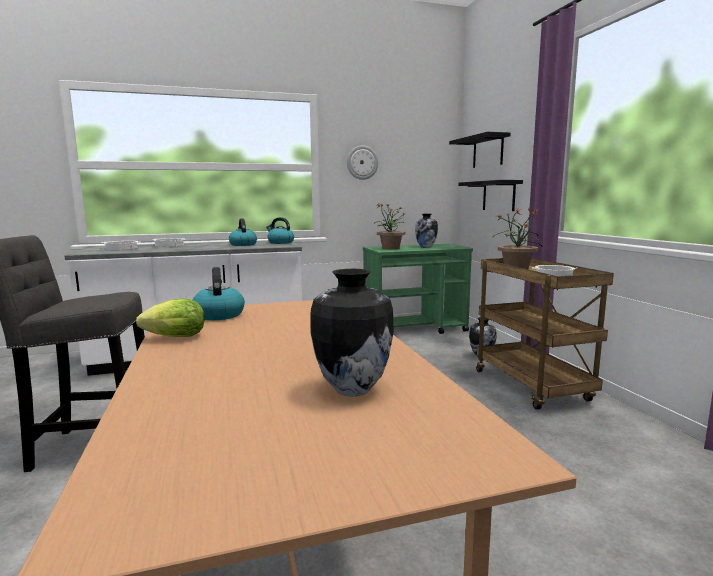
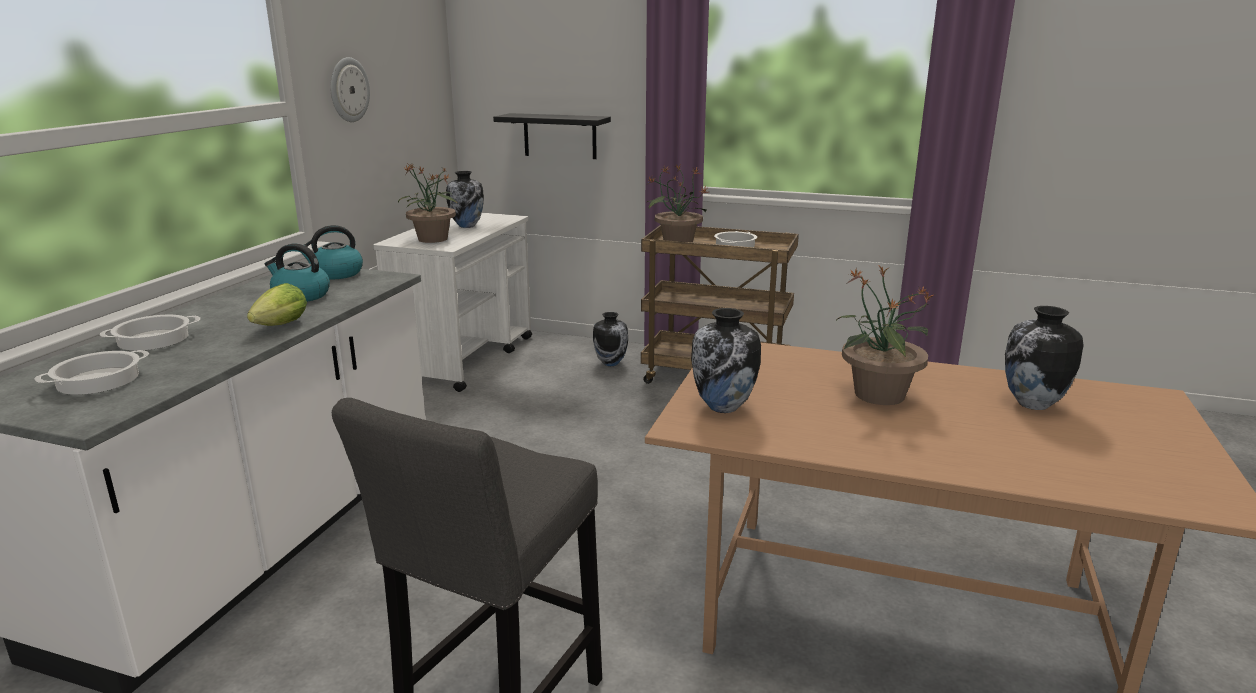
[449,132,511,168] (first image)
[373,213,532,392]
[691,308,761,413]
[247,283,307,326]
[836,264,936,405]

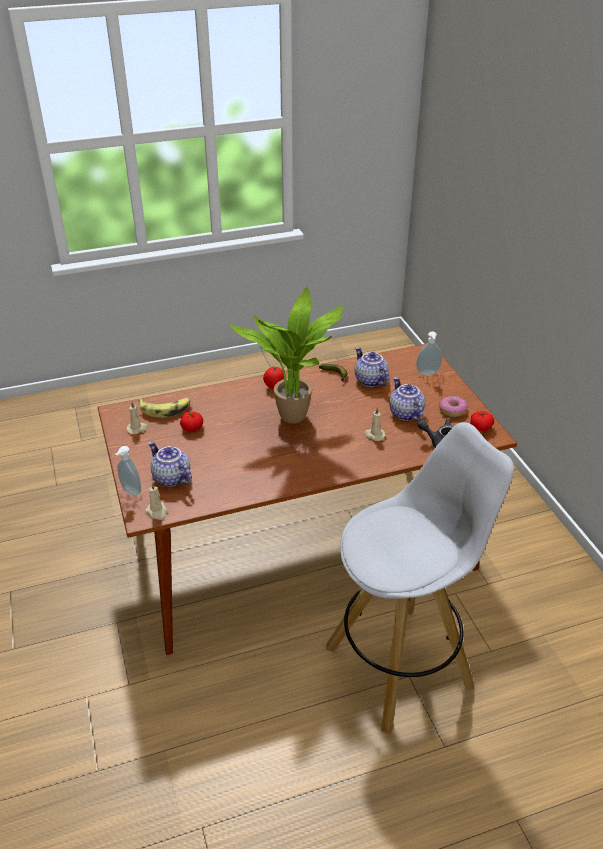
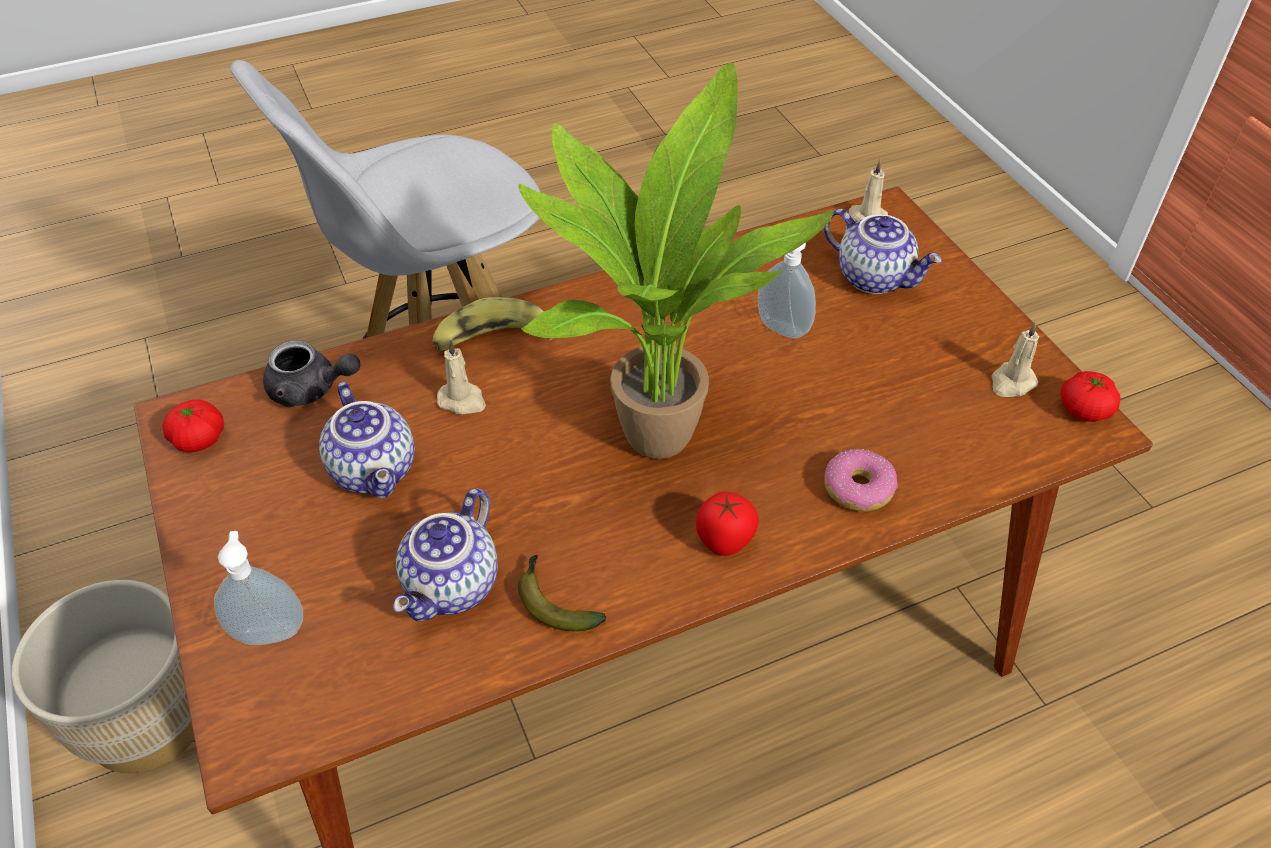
[393,488,498,621]
[824,449,897,511]
[432,297,554,351]
[1061,371,1120,422]
[758,243,816,339]
[12,580,195,773]

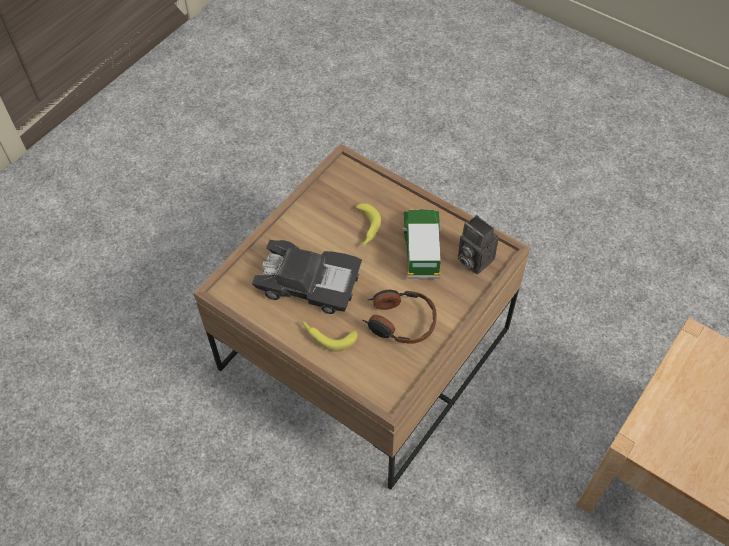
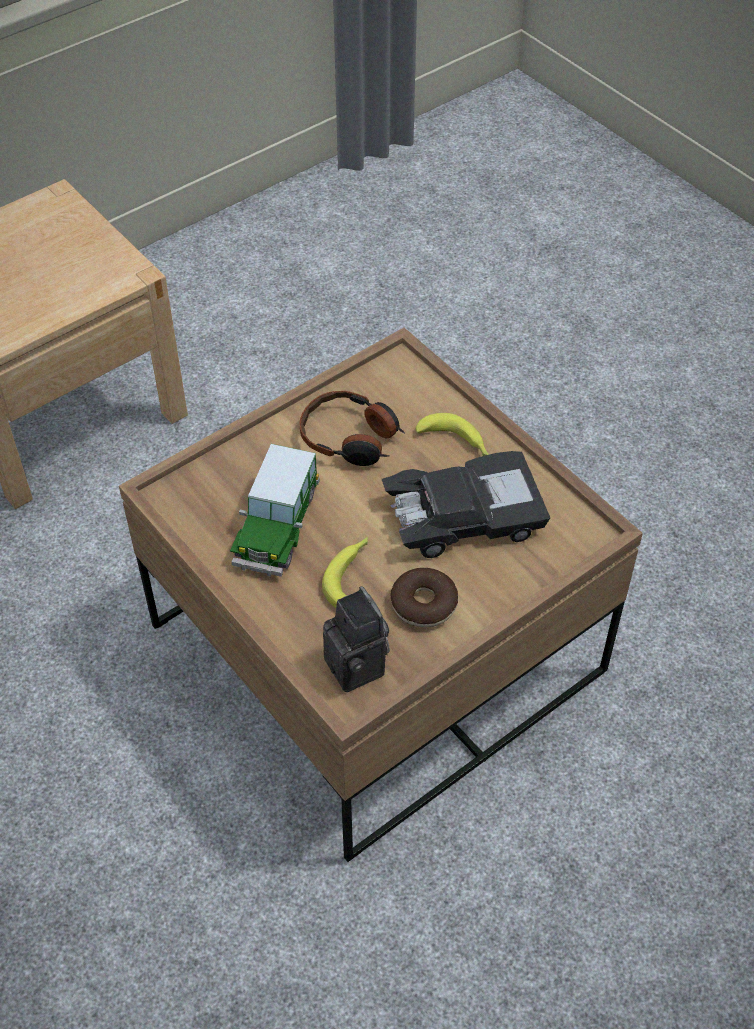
[323,586,390,692]
[382,451,550,558]
[390,568,458,627]

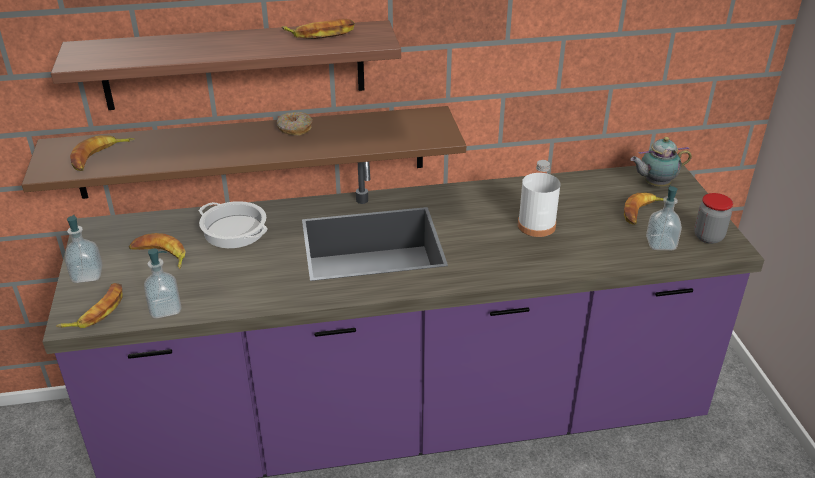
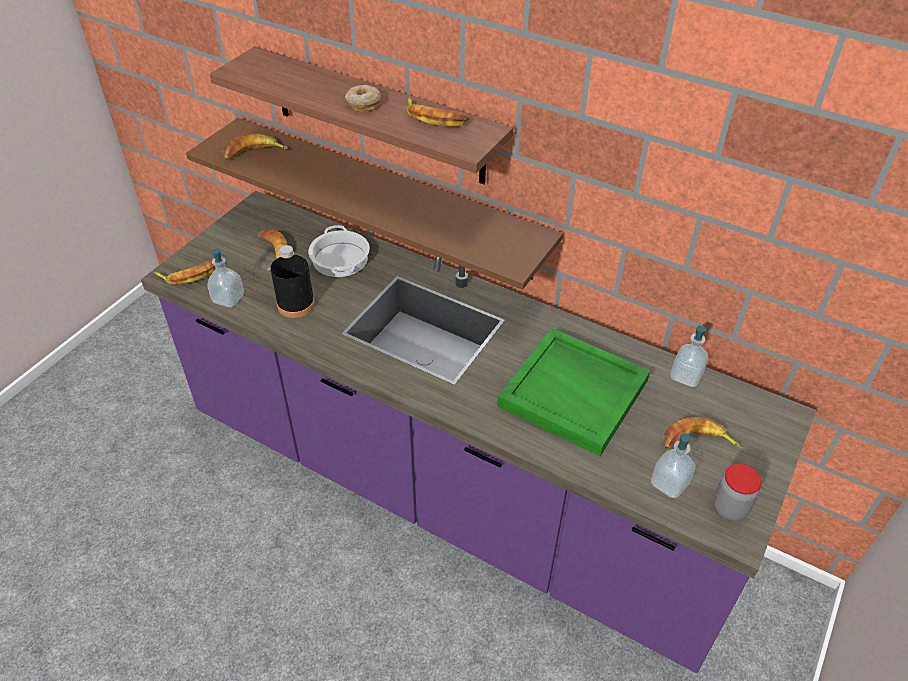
[345,85,381,112]
[630,137,692,187] (first image)
[497,328,650,456]
[670,324,709,387]
[270,245,315,318]

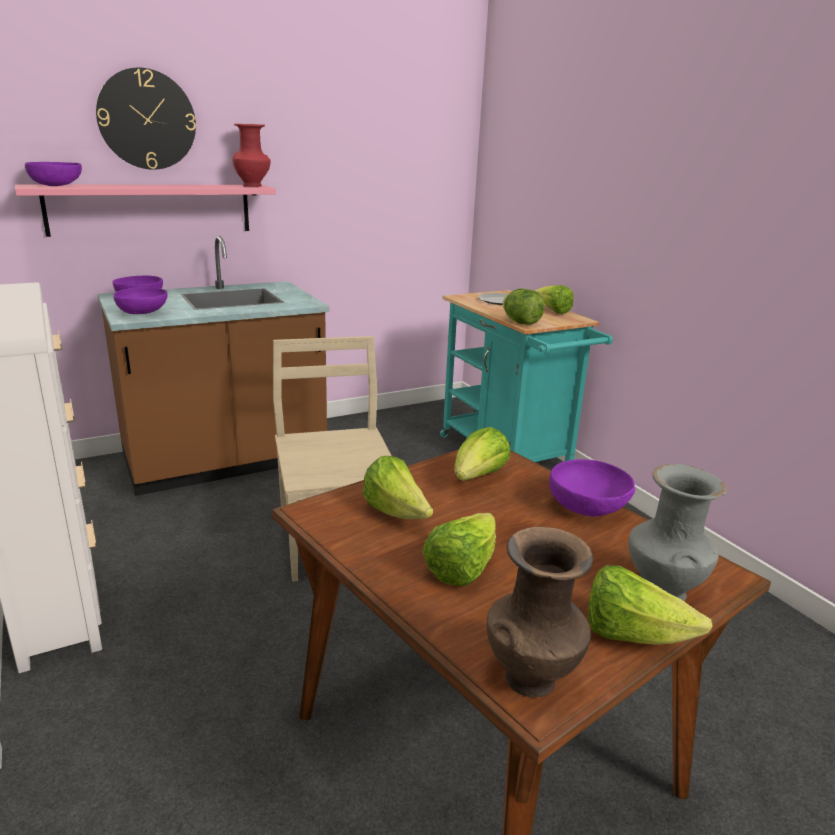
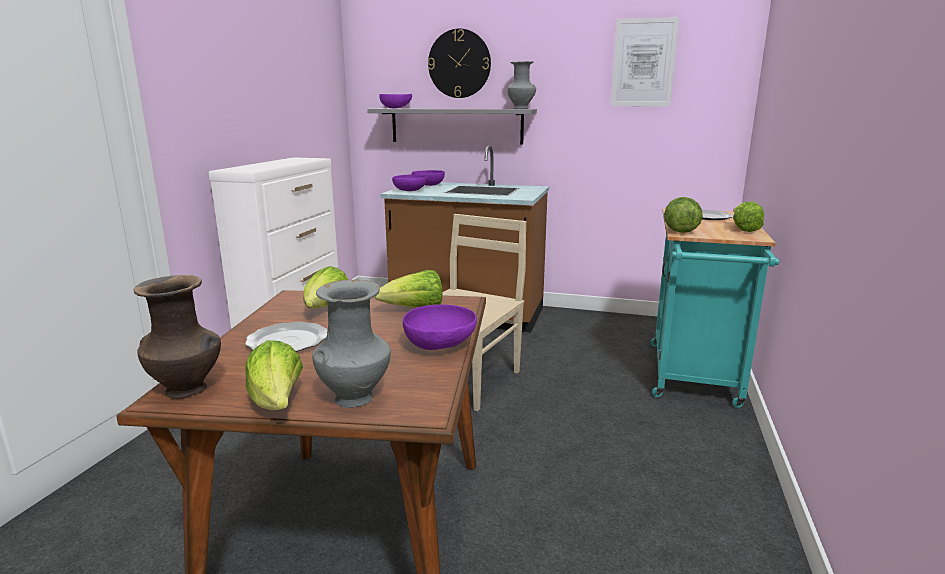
[507,61,536,109]
[367,108,537,144]
[245,322,328,352]
[610,17,679,106]

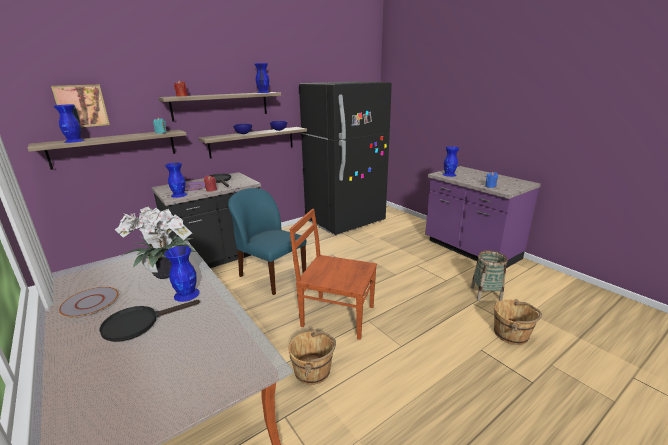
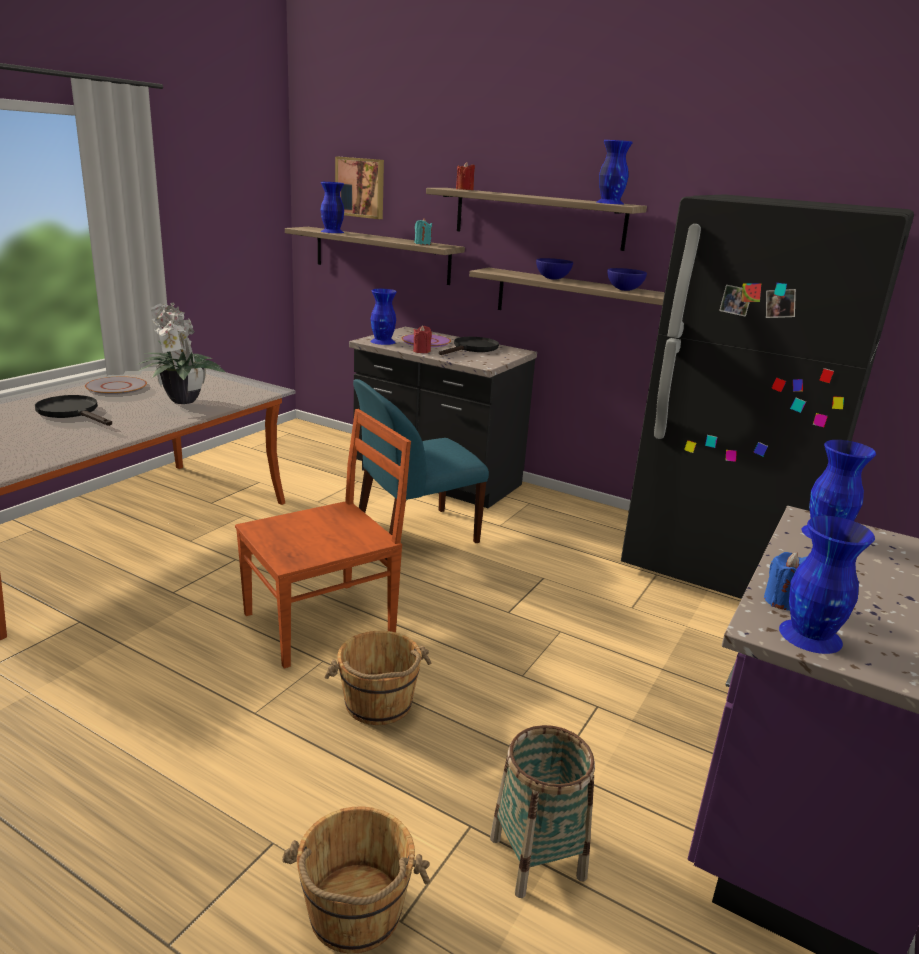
[353,379,489,560]
[235,409,411,669]
[779,516,875,654]
[324,631,431,725]

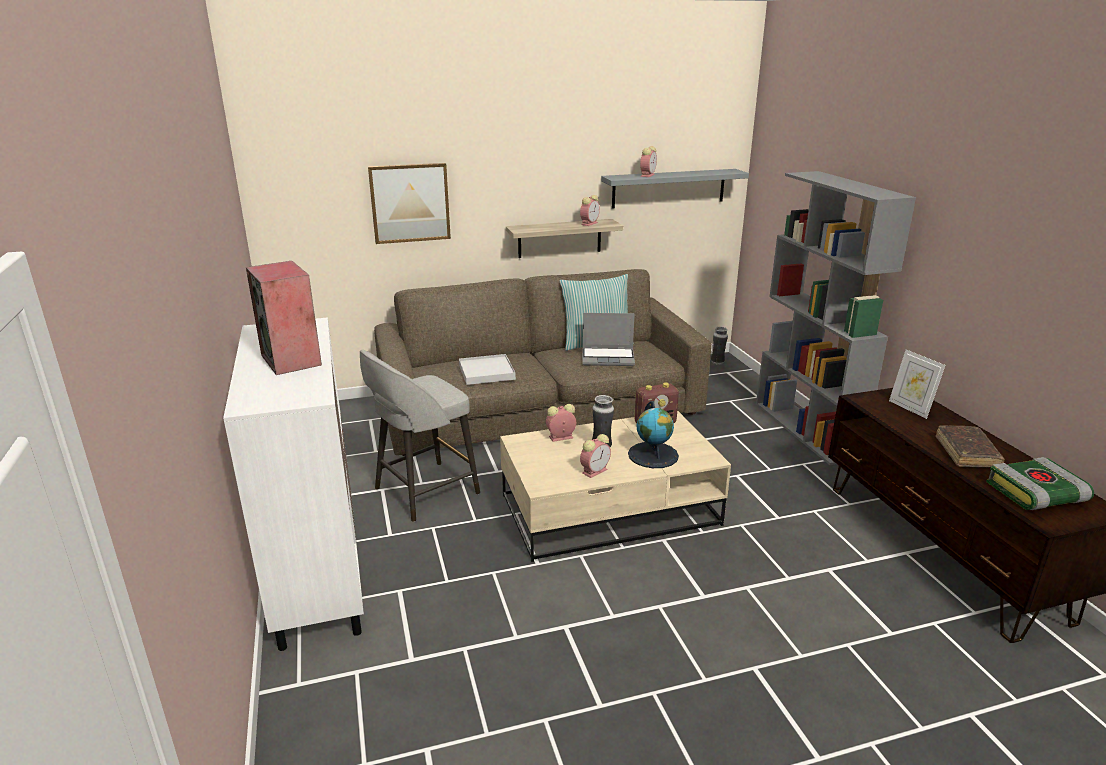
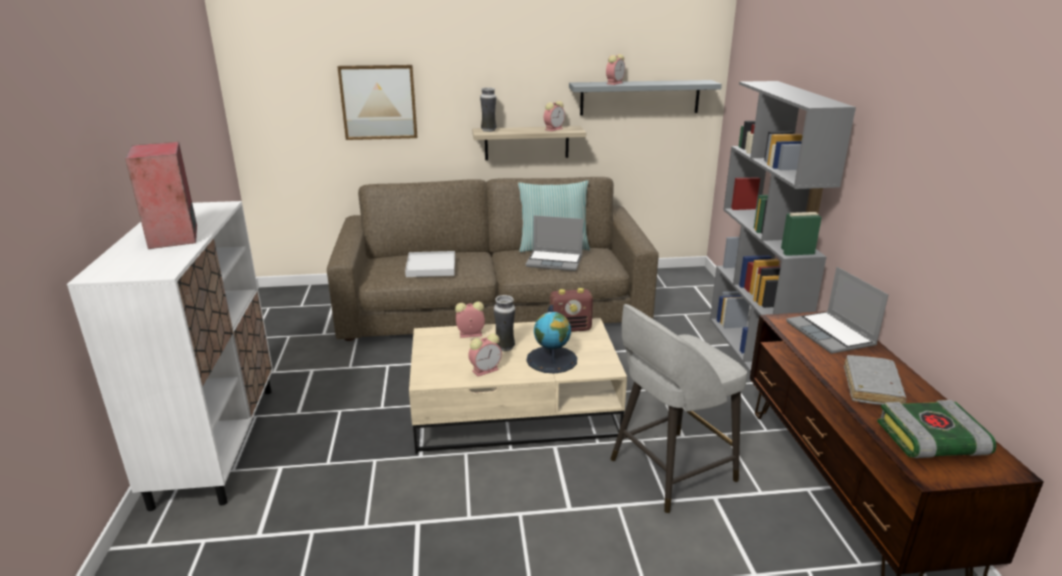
[480,87,497,132]
[786,267,889,354]
[610,304,747,513]
[844,355,907,405]

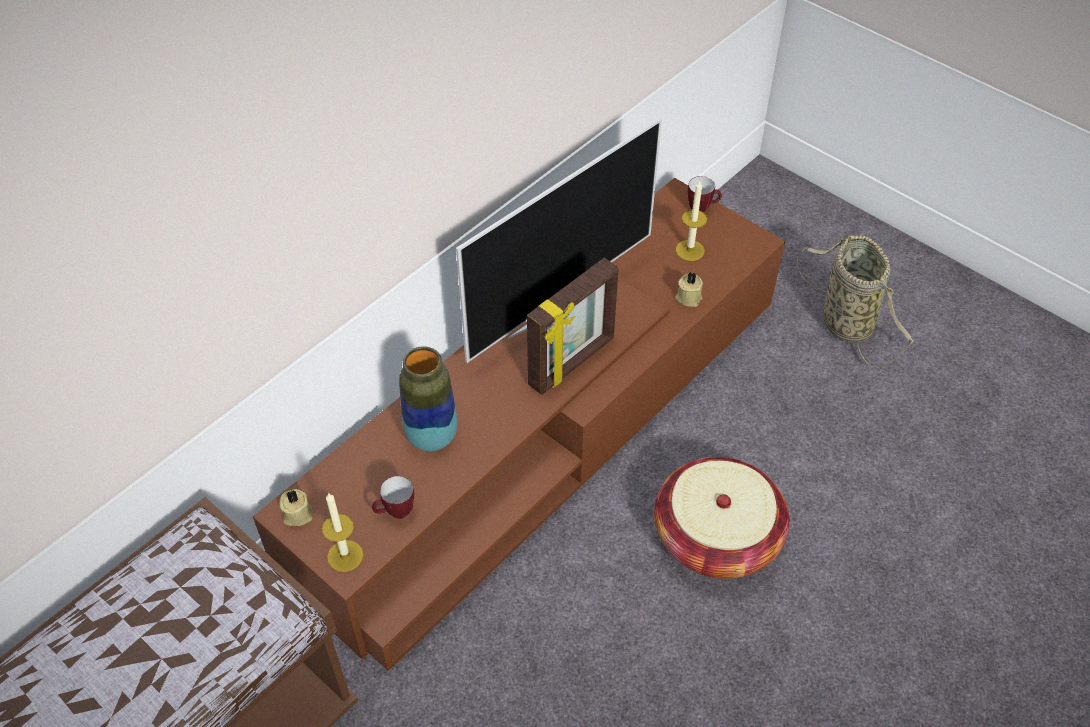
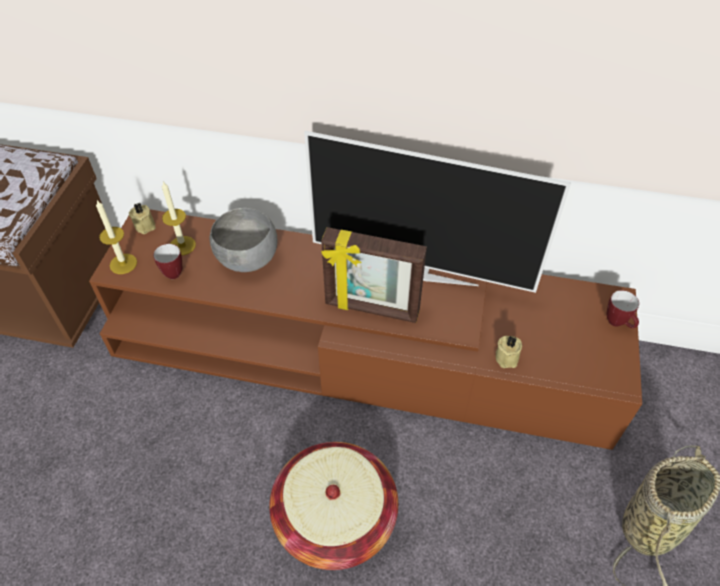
[162,181,196,255]
[210,208,277,272]

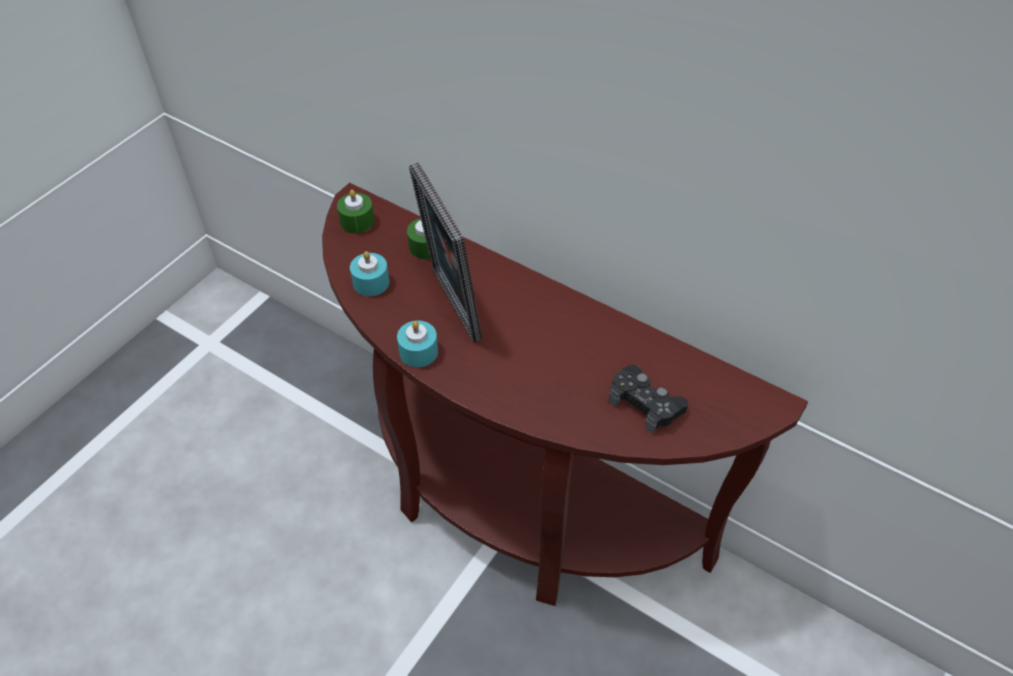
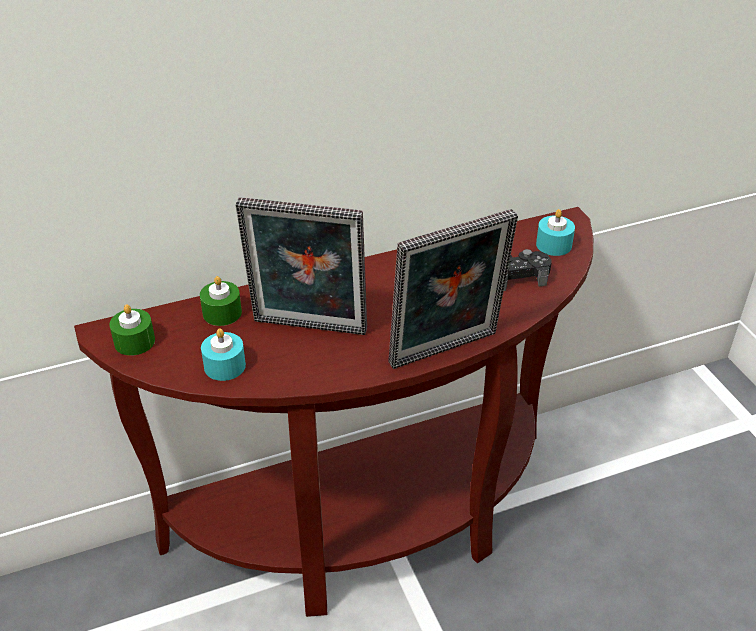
[536,209,575,256]
[389,209,518,369]

